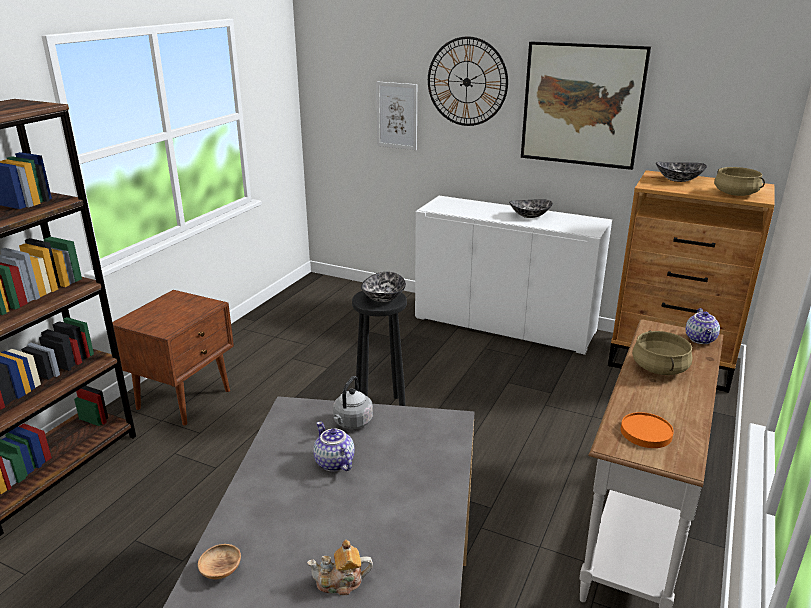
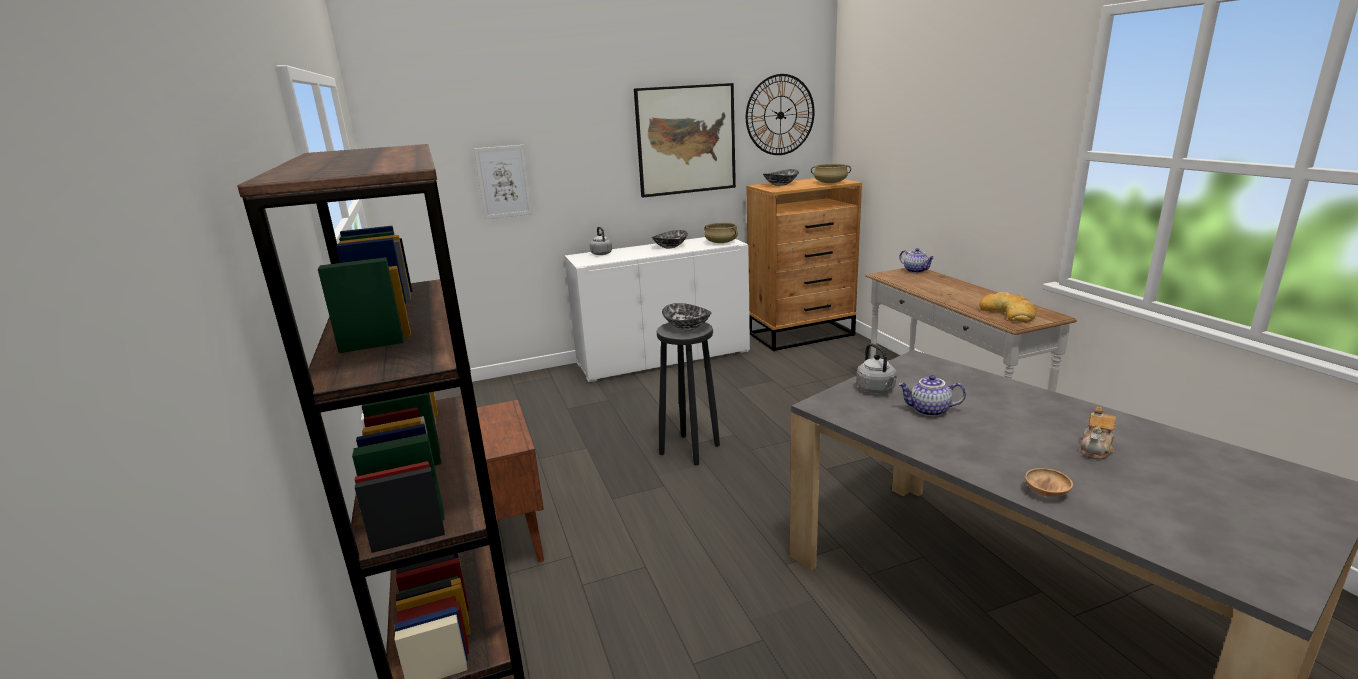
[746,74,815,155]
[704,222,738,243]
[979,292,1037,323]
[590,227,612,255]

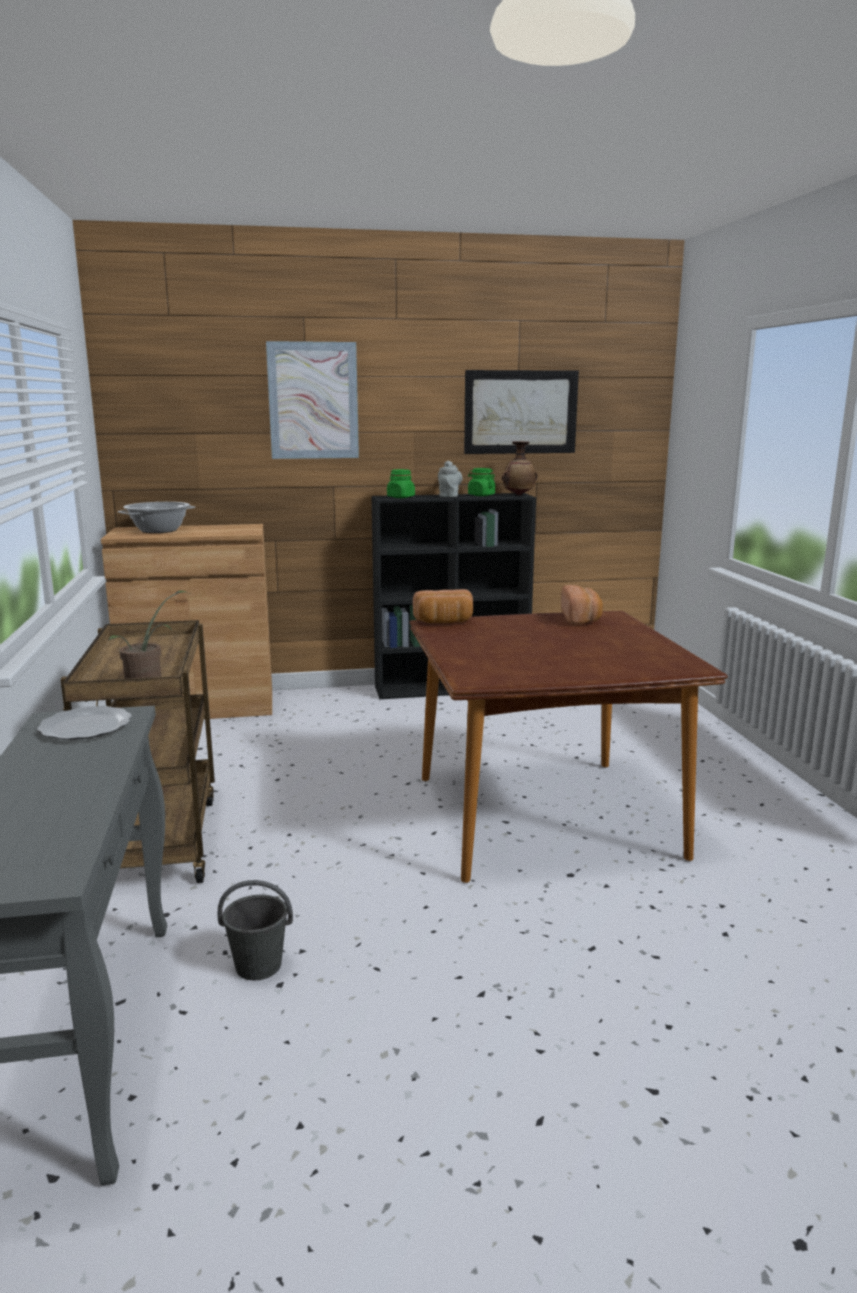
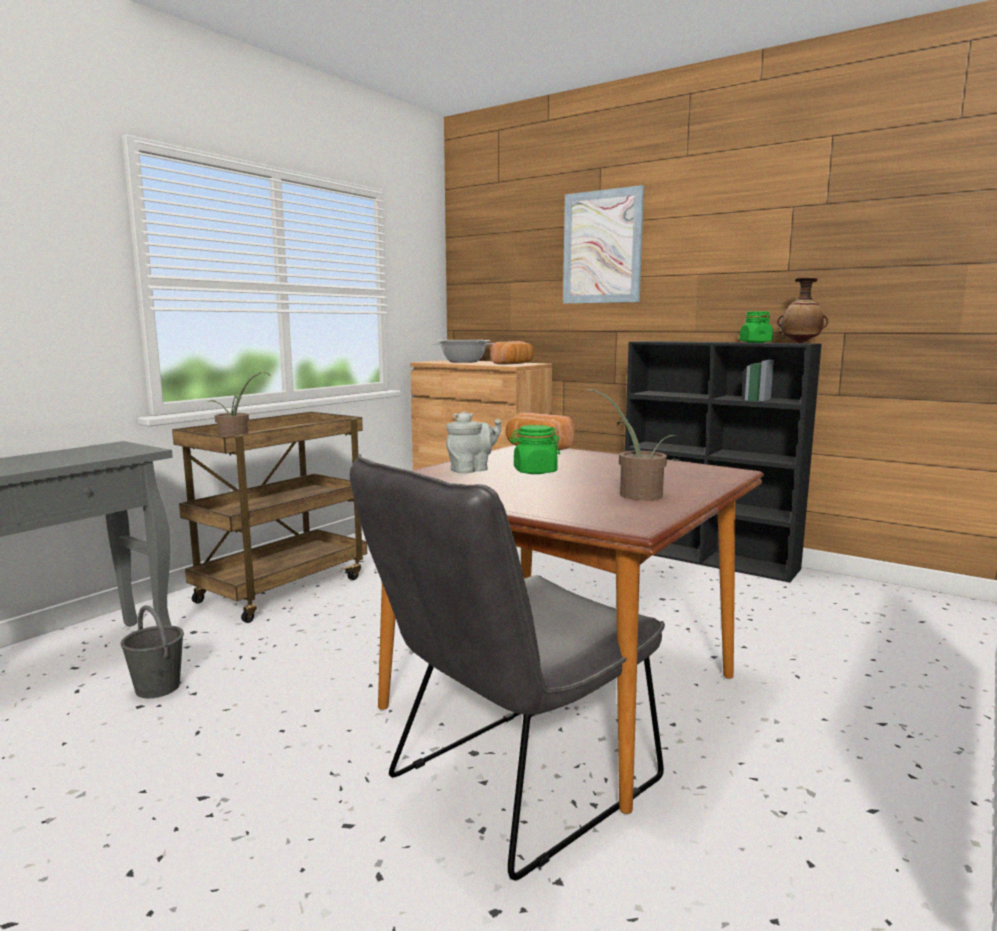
[464,370,579,454] (first image)
[446,412,501,473]
[510,425,560,474]
[491,341,534,365]
[37,706,132,740] (first image)
[579,389,682,501]
[350,454,665,880]

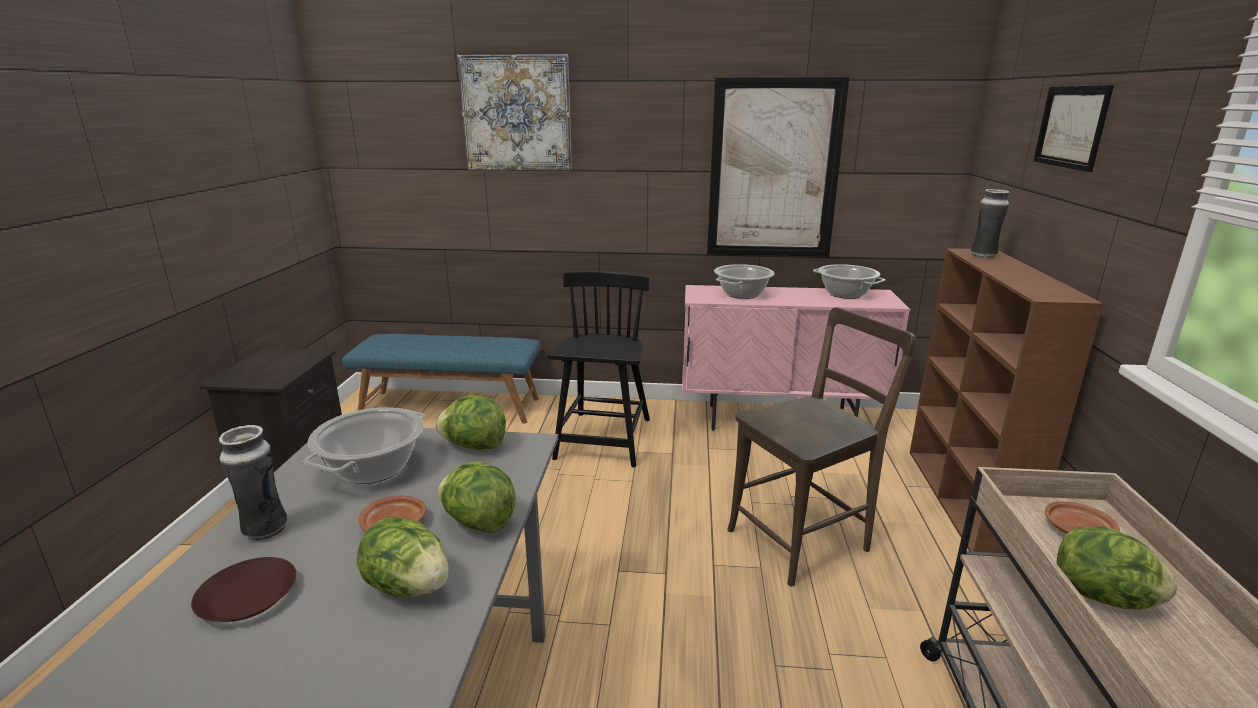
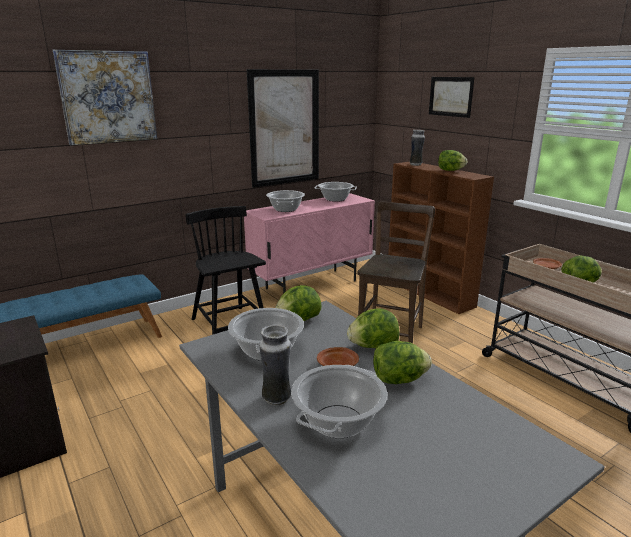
[291,365,387,438]
[438,150,467,171]

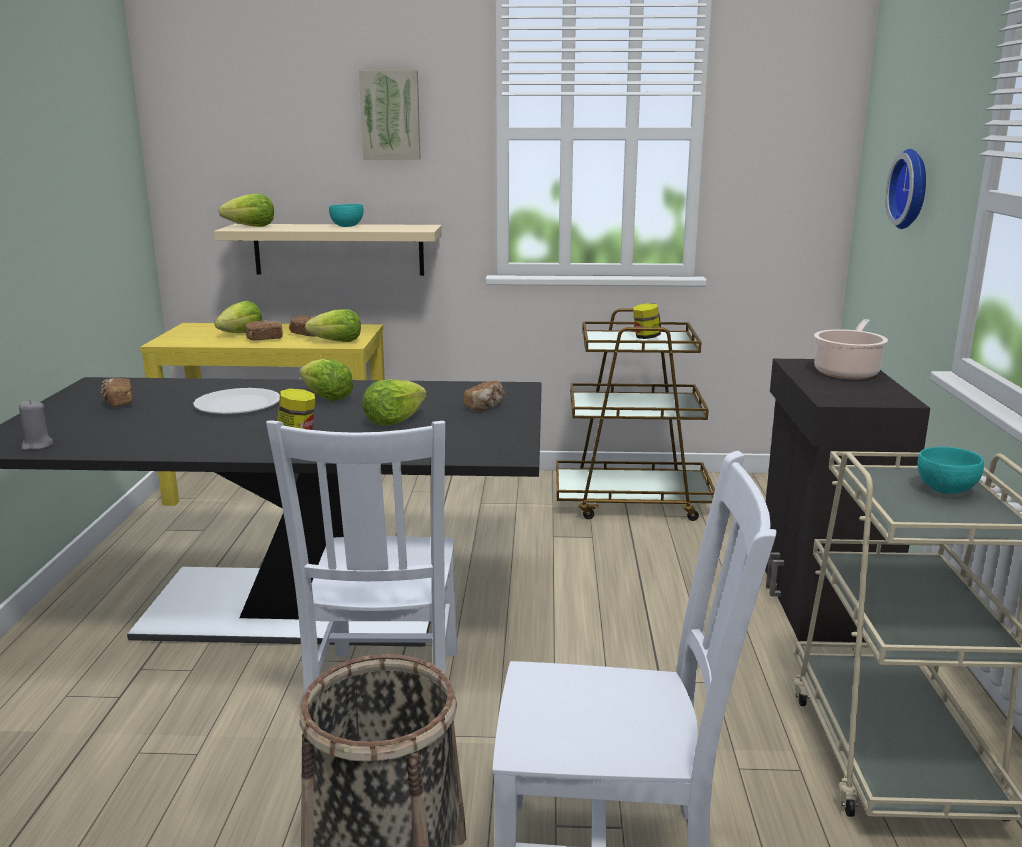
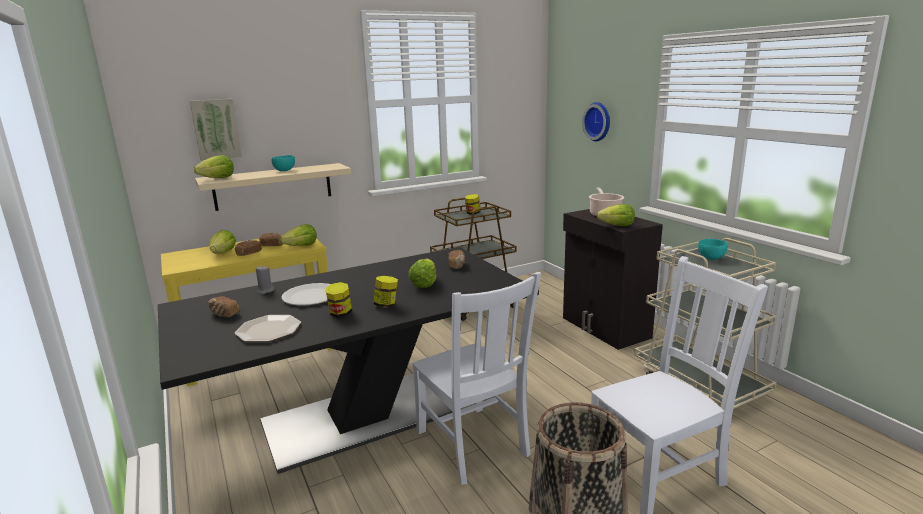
[190,99,242,161]
[597,204,635,226]
[256,266,275,294]
[325,282,352,317]
[235,315,301,342]

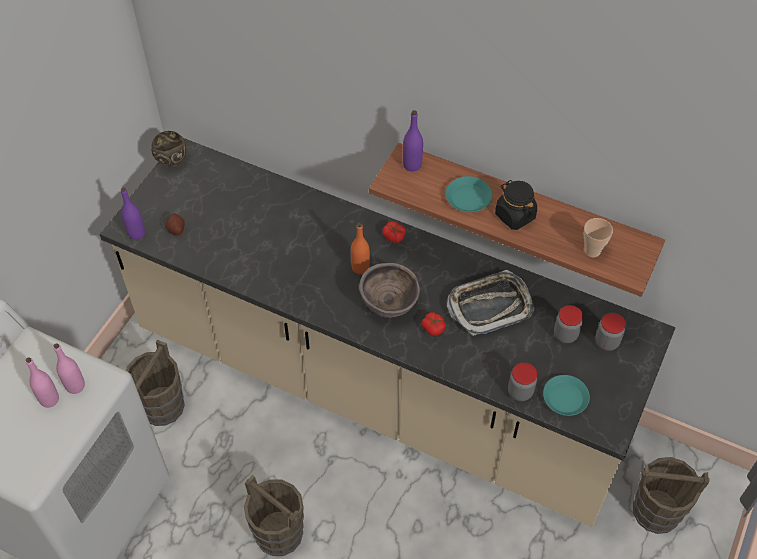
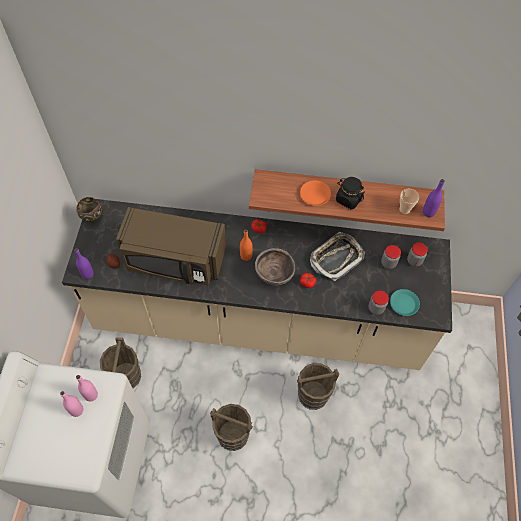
[423,179,445,217]
[300,180,331,206]
[297,363,339,410]
[116,207,226,286]

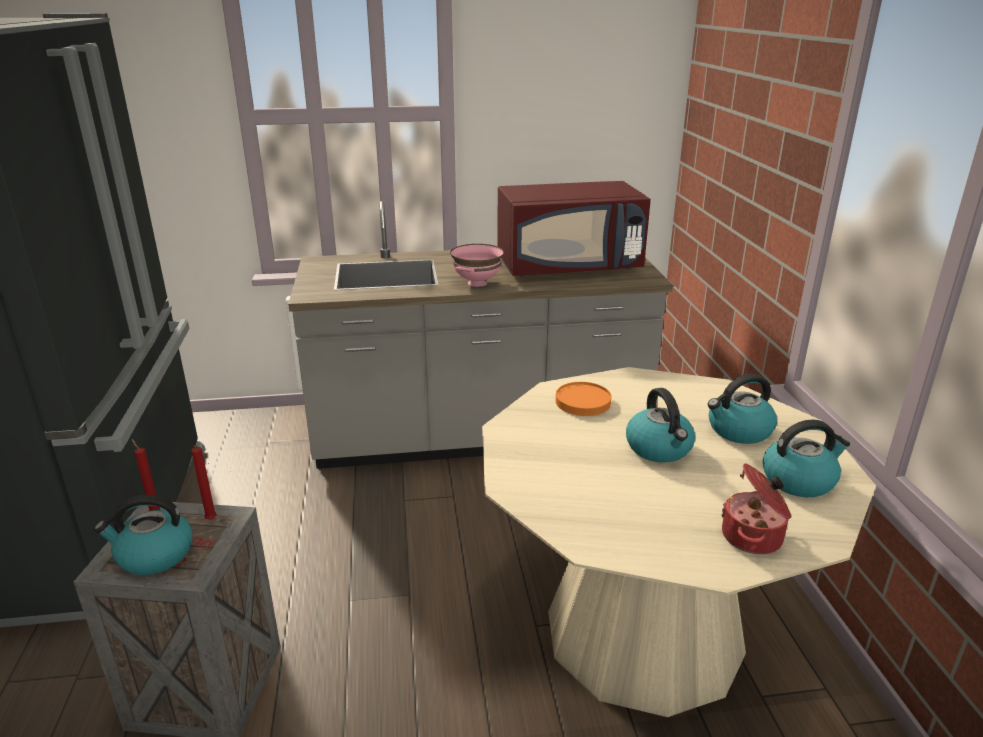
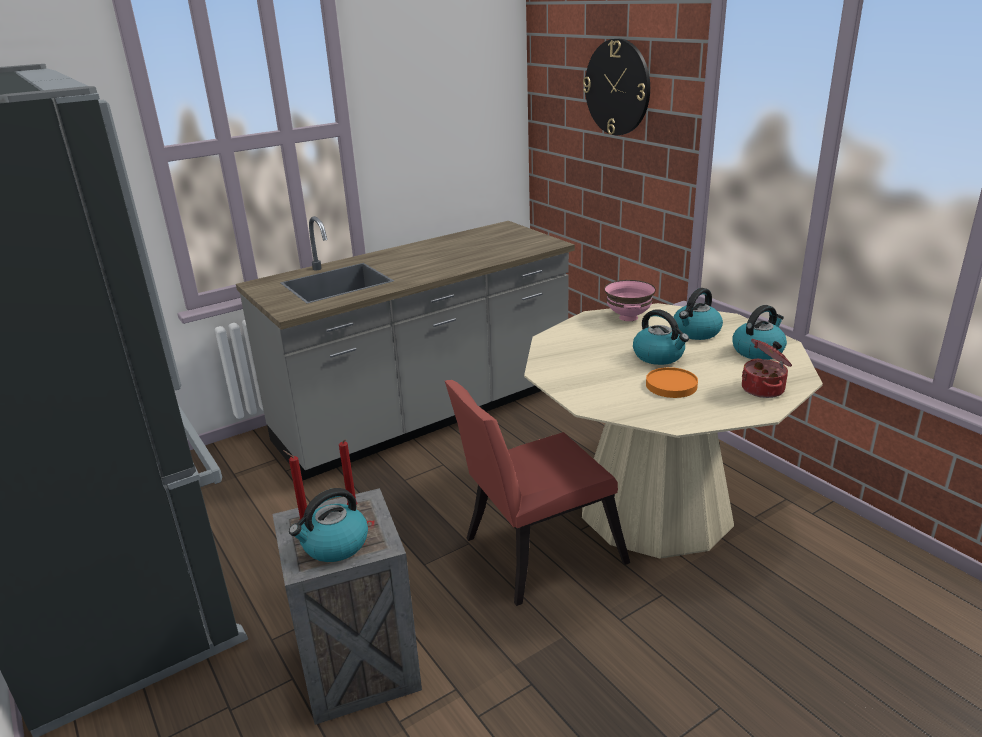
[497,181,651,276] (first image)
[604,280,656,321]
[646,367,698,398]
[583,39,650,135]
[445,380,630,606]

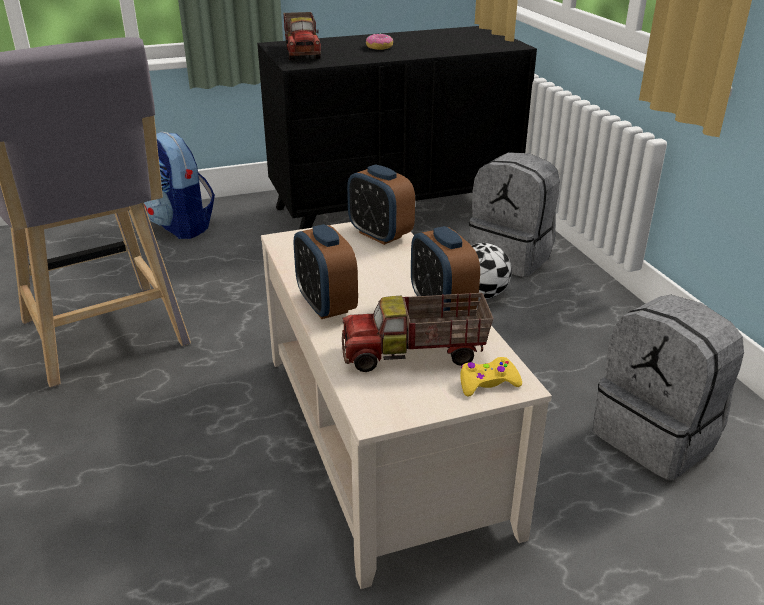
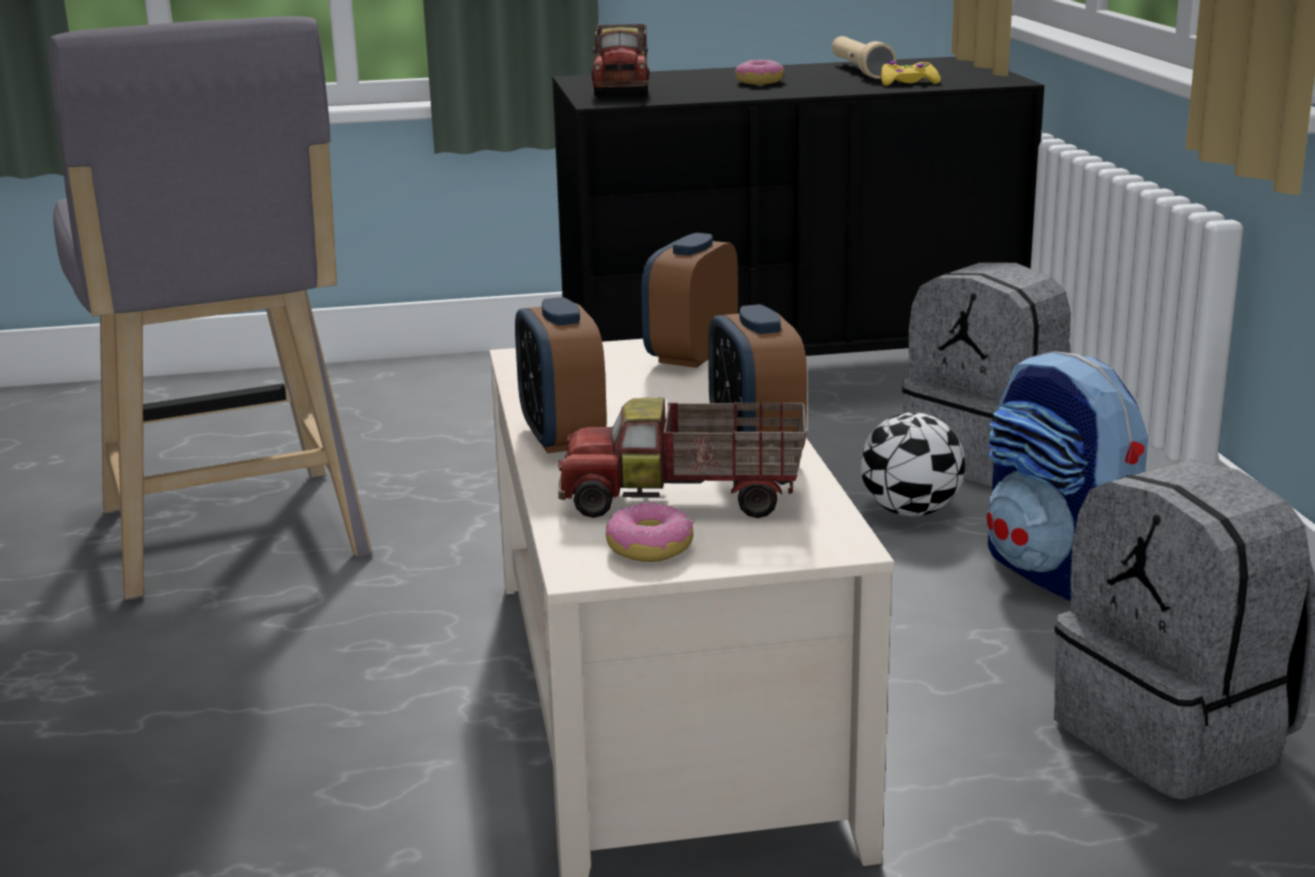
[987,351,1148,601]
[641,233,738,368]
[881,61,941,86]
[832,36,896,79]
[606,502,694,562]

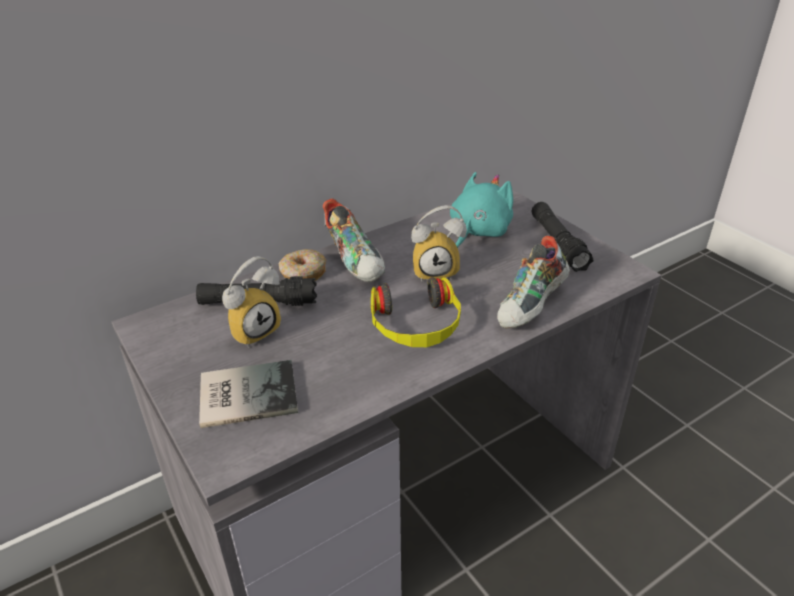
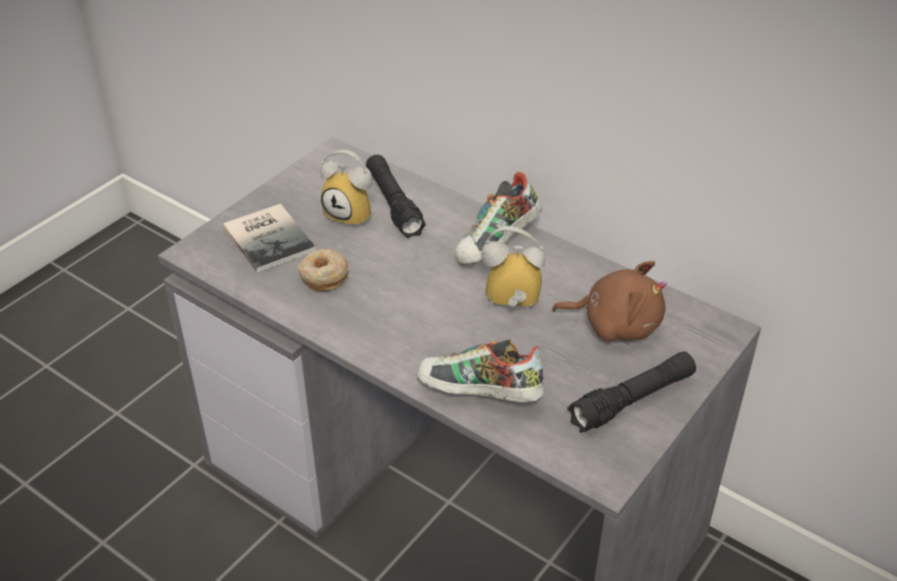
[552,261,667,342]
[481,226,545,310]
[297,249,349,291]
[371,277,461,347] (first image)

